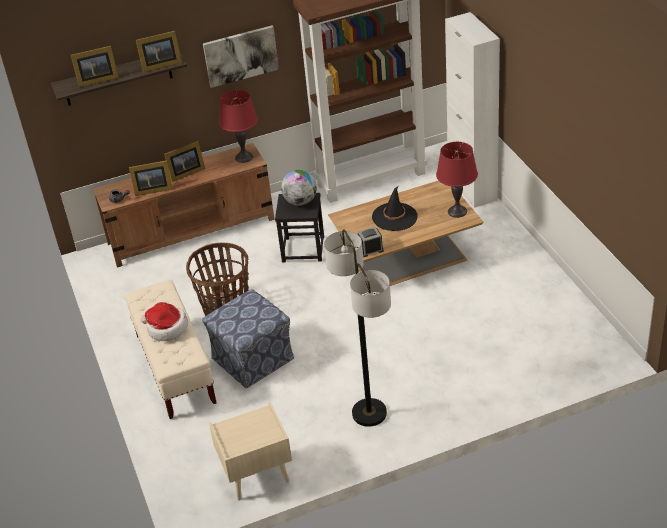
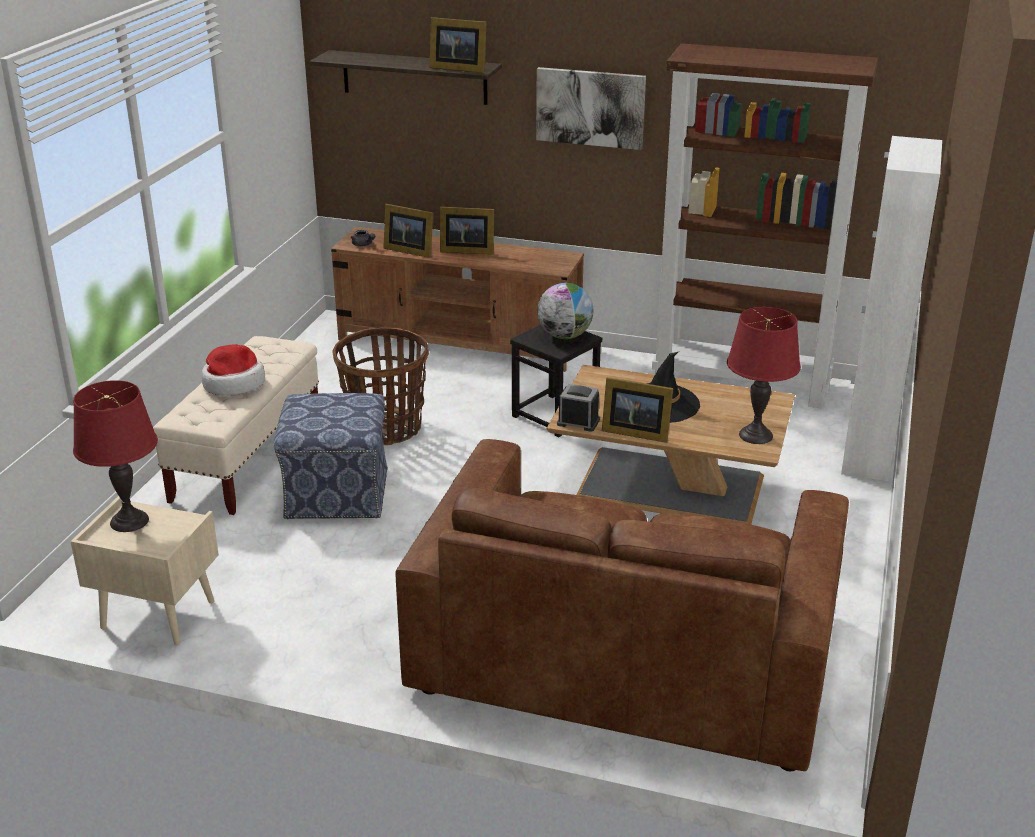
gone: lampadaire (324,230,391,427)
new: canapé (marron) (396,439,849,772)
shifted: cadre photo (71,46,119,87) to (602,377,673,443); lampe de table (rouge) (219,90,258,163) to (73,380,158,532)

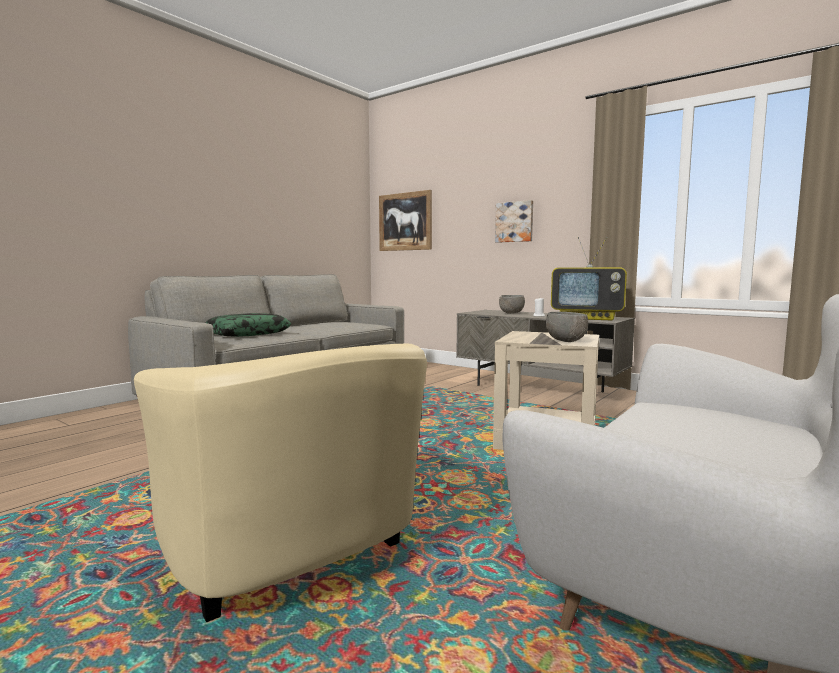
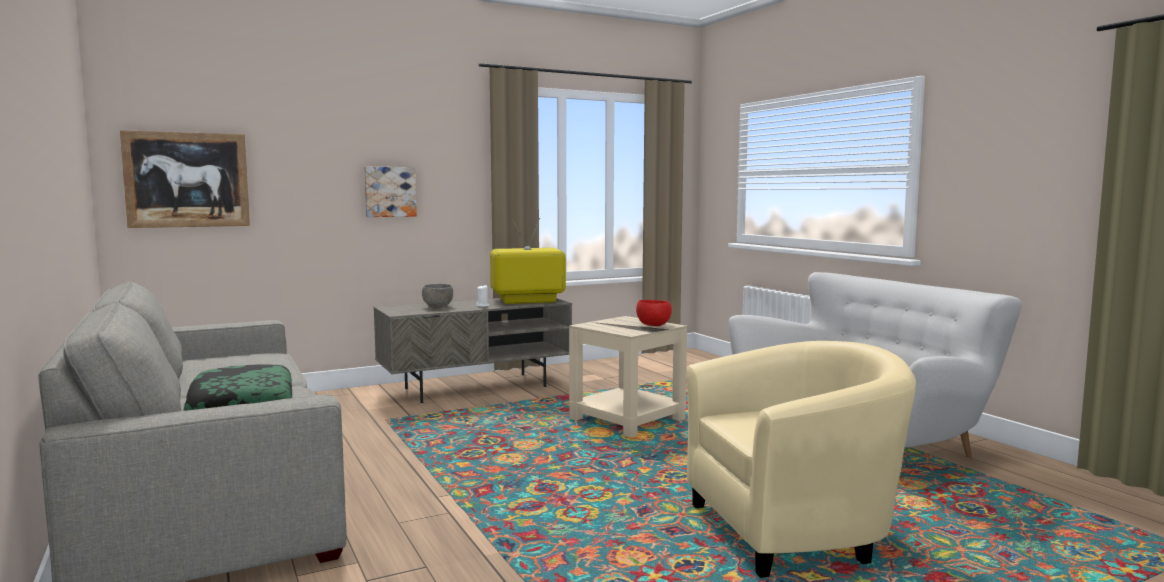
repainted: bol (gris) (546,312,588,342) to bol (rouge) (636,300,672,326)
rotated: téléviseur (551,237,627,320) = (490,218,566,304) 150 degrees counterclockwise

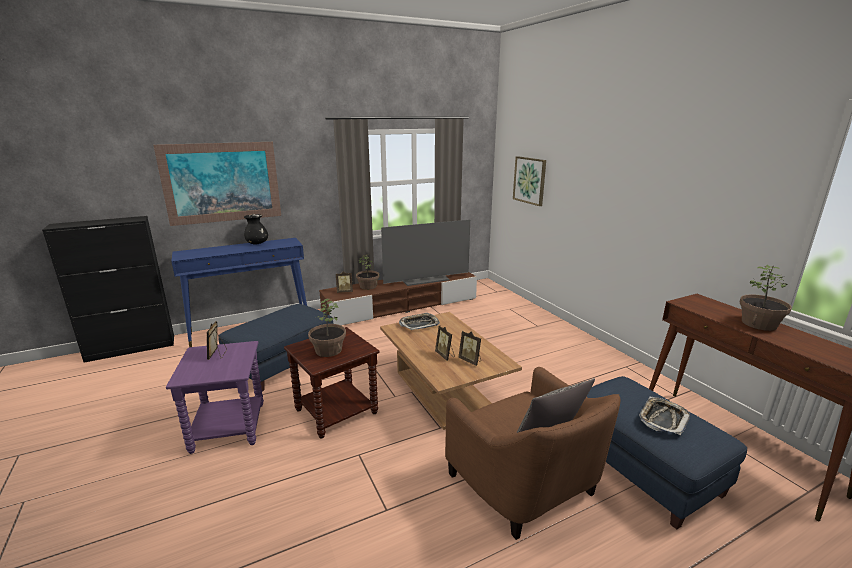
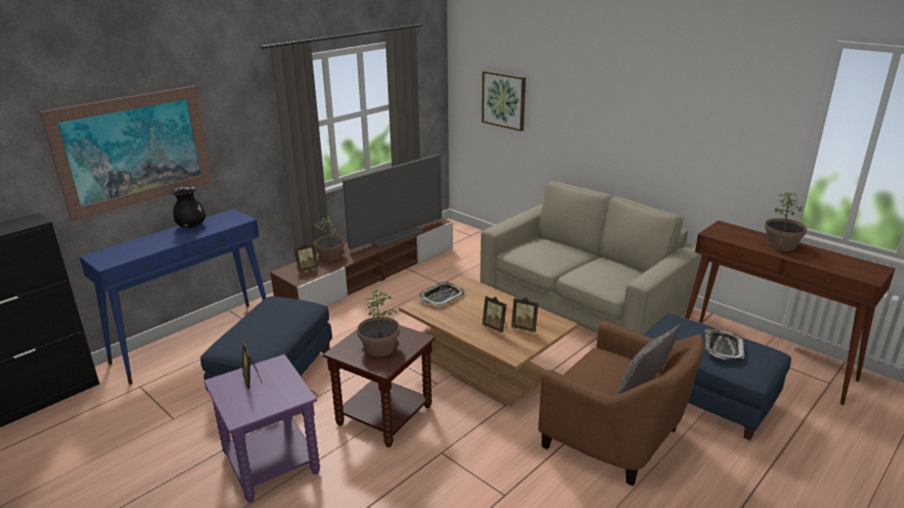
new: canapé (beige) (480,181,702,335)

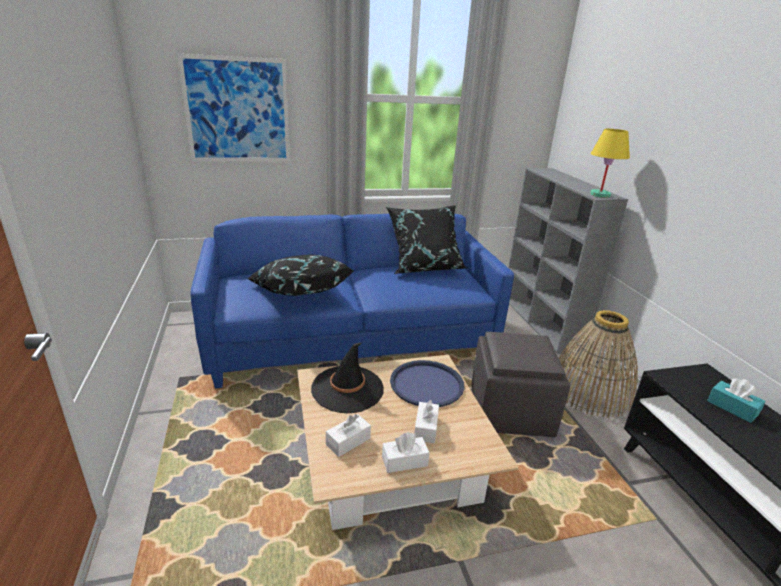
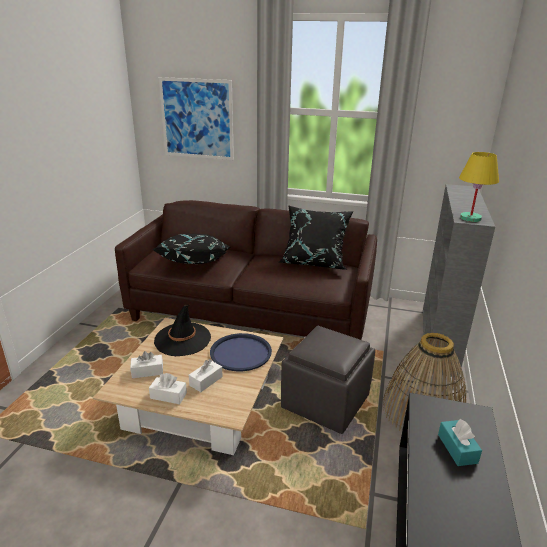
repainted: canapé (bleu) (191,214,514,388) to canapé (marron) (115,200,377,340)

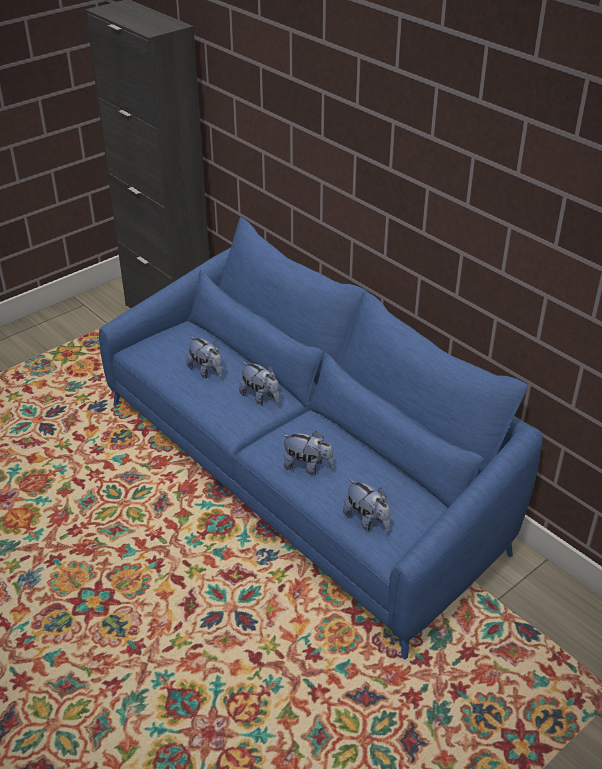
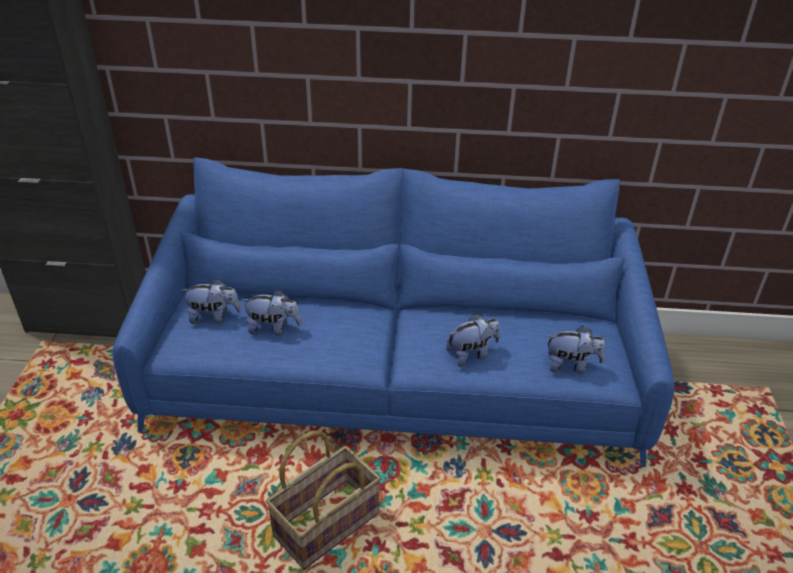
new: panier (266,430,381,569)
shifted: peluche (239,362,279,405) to (180,278,242,324)

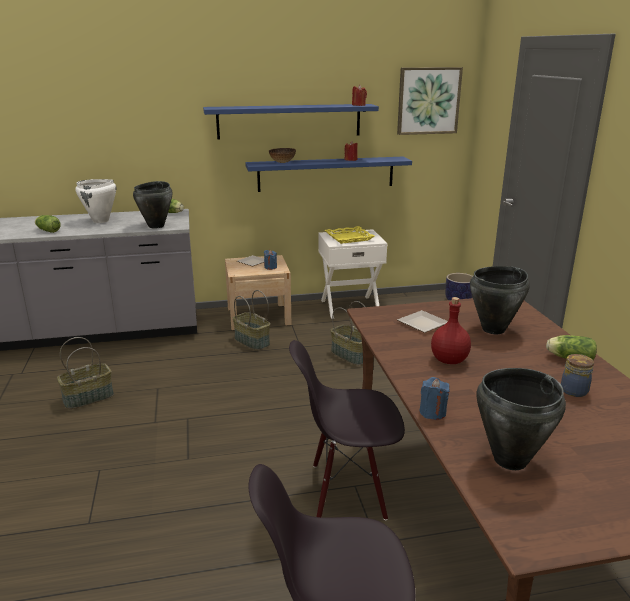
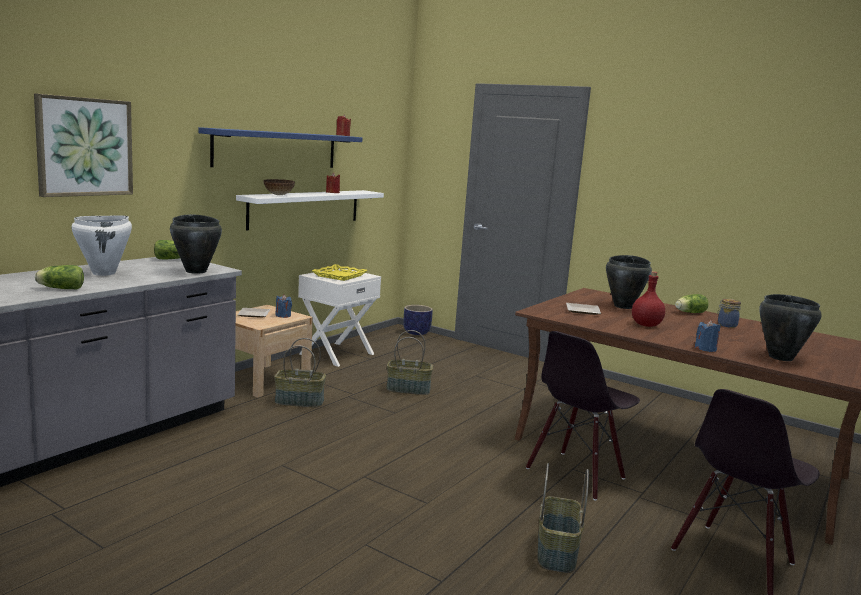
shifted: tableau (397,67,463,135) to (34,93,133,197); panier (57,337,114,409) to (538,463,589,573)
repainted: étagère (bleu) (245,157,412,192) to étagère (blanc) (236,190,384,231)

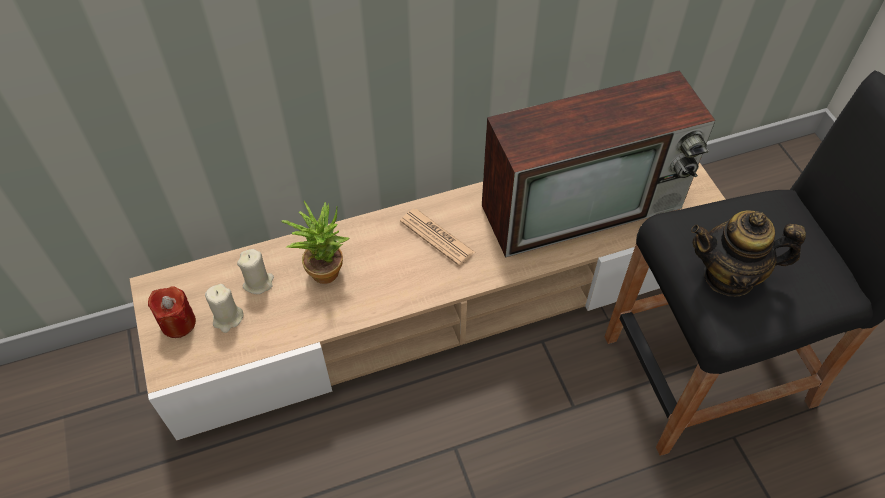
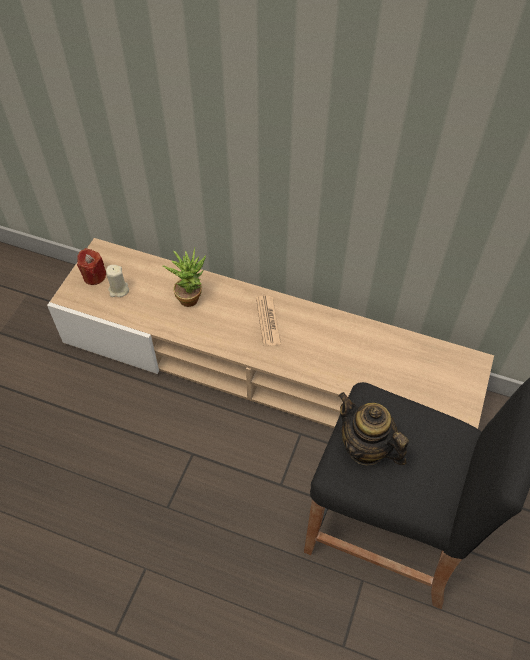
gone: téléviseur (482,70,716,258); bougie (beige) (237,249,274,294)

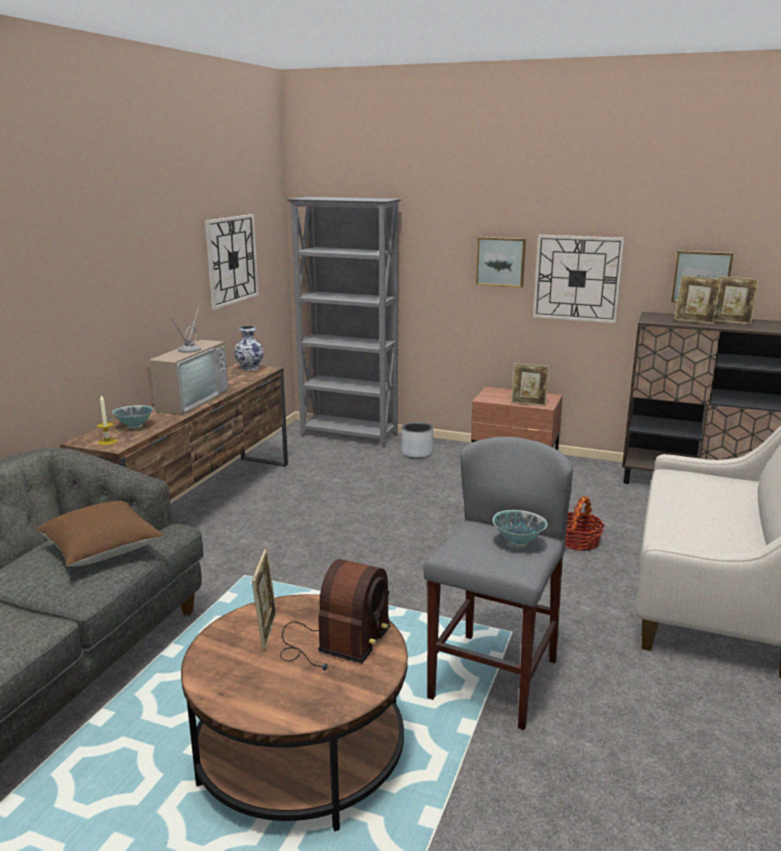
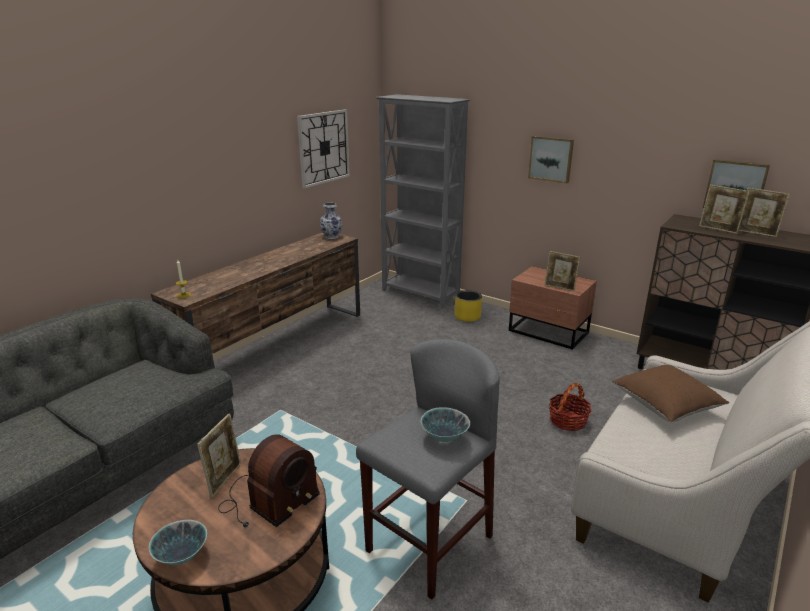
gone: horloge murale (533,235,625,323); téléviseur (147,301,229,415)
shifted: bol (112,405,153,429) to (149,520,207,565); coussin (marron) (36,501,164,567) to (612,365,729,422)
repainted: cache-pot (gris) (401,422,433,458) to cache-pot (jaune) (454,290,482,322)

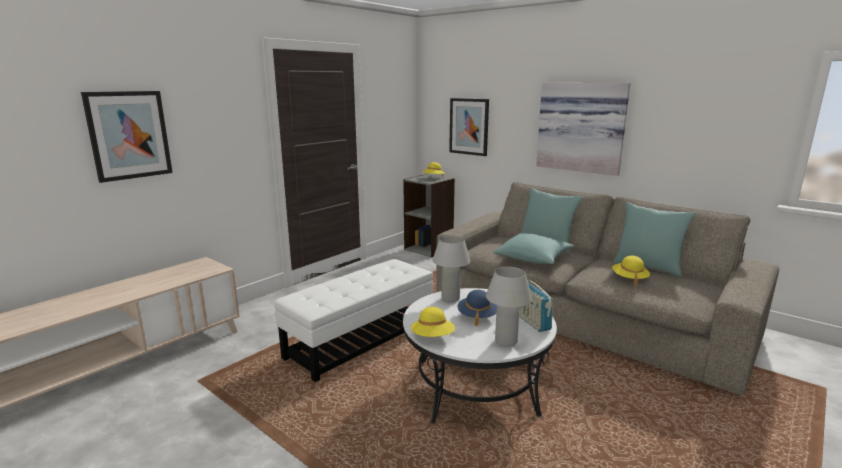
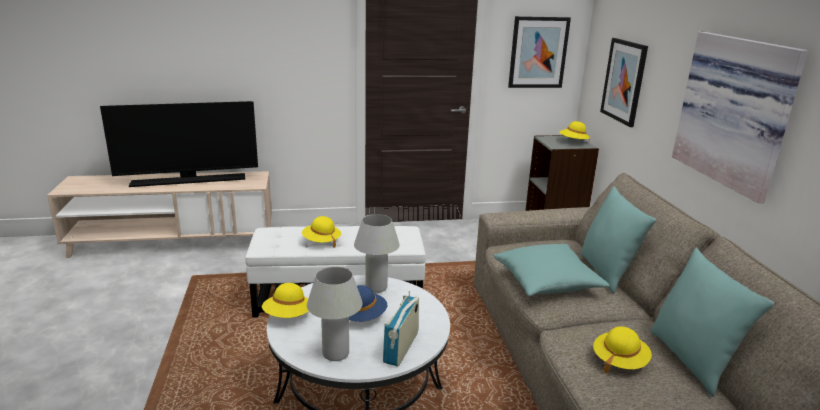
new: téléviseur (100,101,258,187); chapeau (jaune) (302,216,341,248)
shifted: tableau (81,91,173,183) to (508,16,571,88)

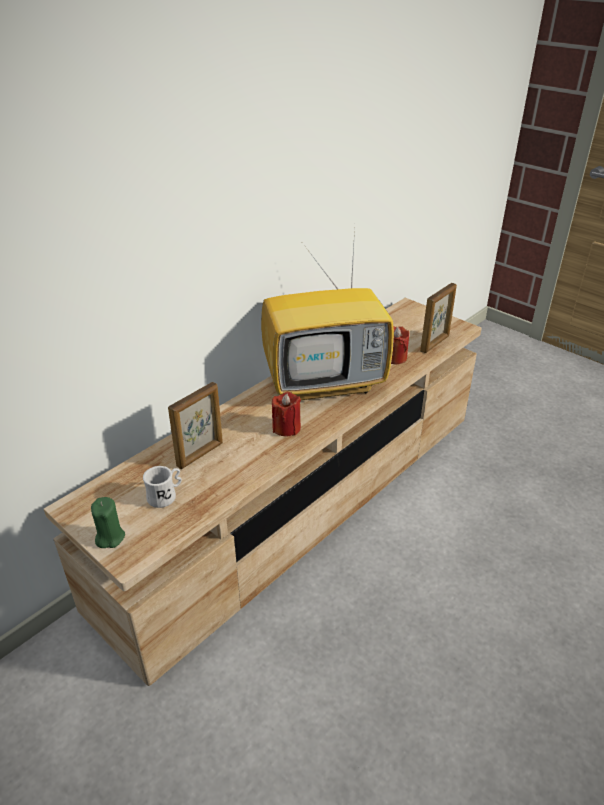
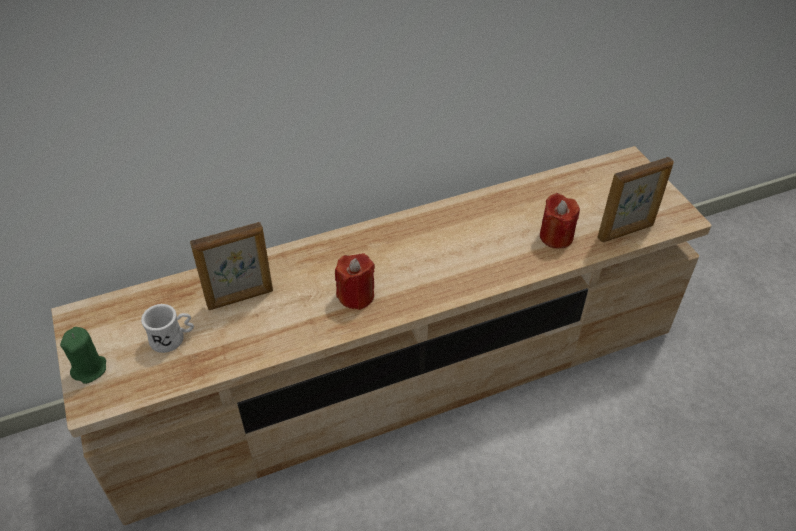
gone: téléviseur (261,229,394,400)

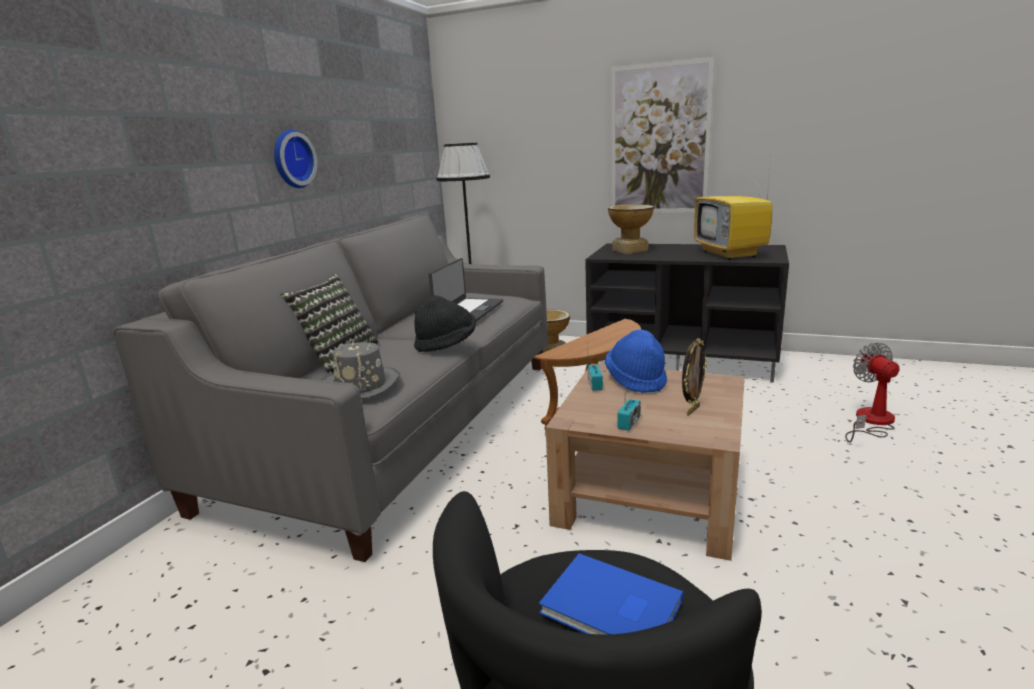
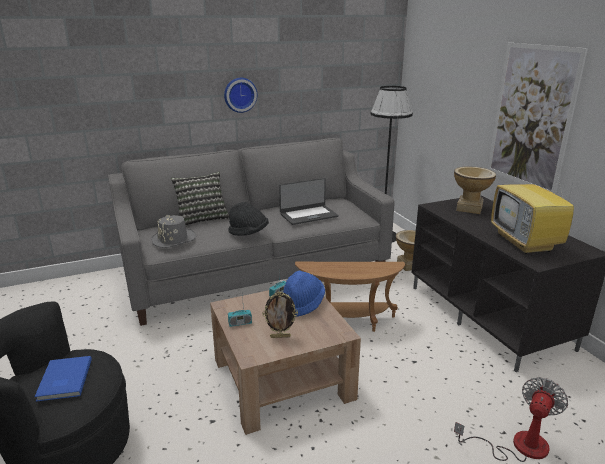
rotated: téléviseur (694,158,772,260) = (491,163,577,254) 45 degrees counterclockwise

